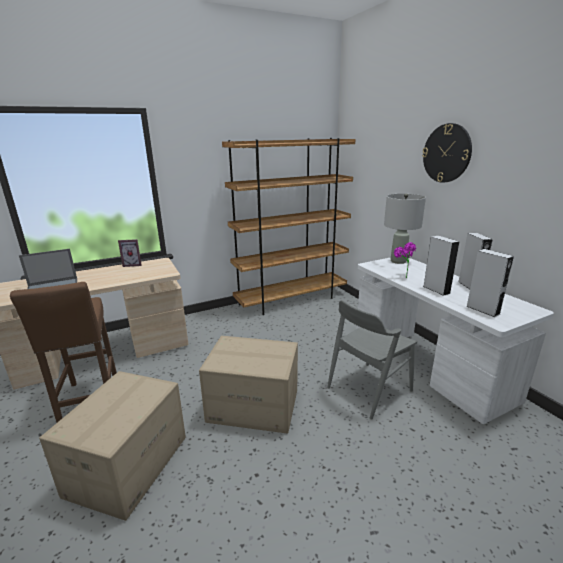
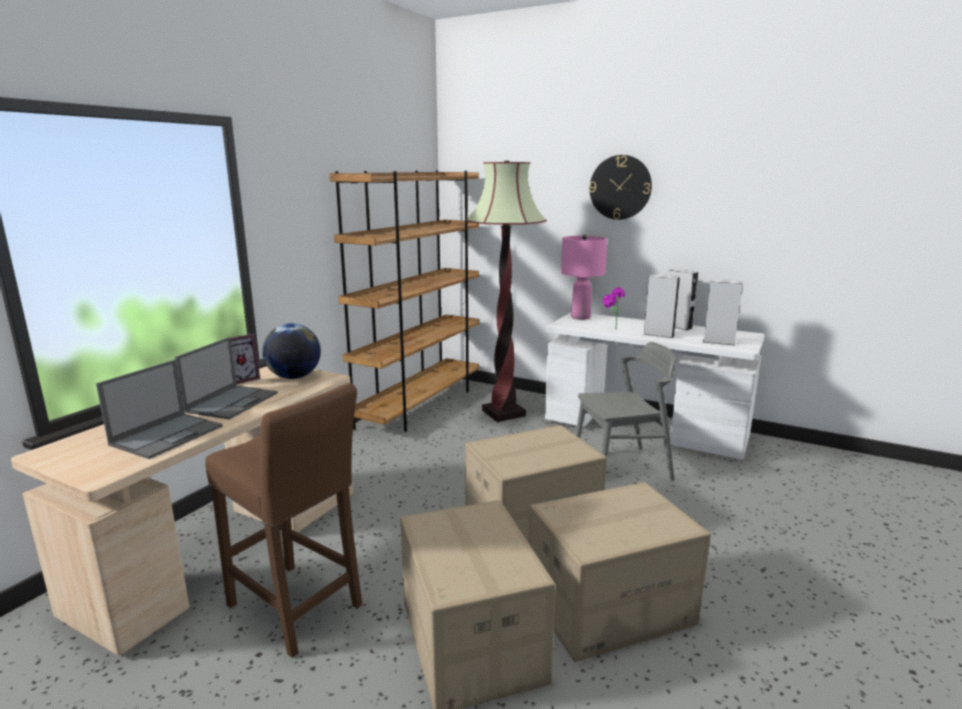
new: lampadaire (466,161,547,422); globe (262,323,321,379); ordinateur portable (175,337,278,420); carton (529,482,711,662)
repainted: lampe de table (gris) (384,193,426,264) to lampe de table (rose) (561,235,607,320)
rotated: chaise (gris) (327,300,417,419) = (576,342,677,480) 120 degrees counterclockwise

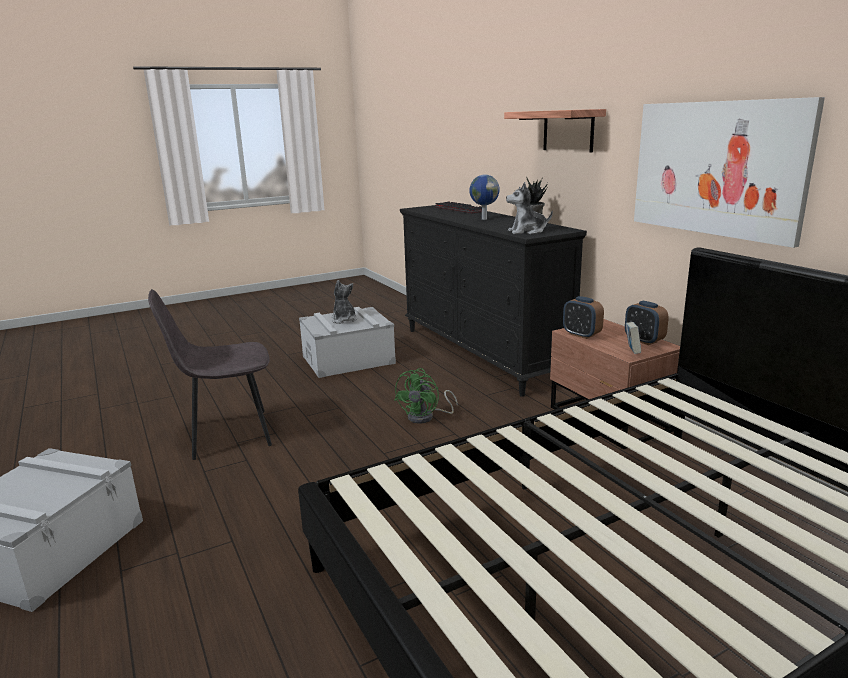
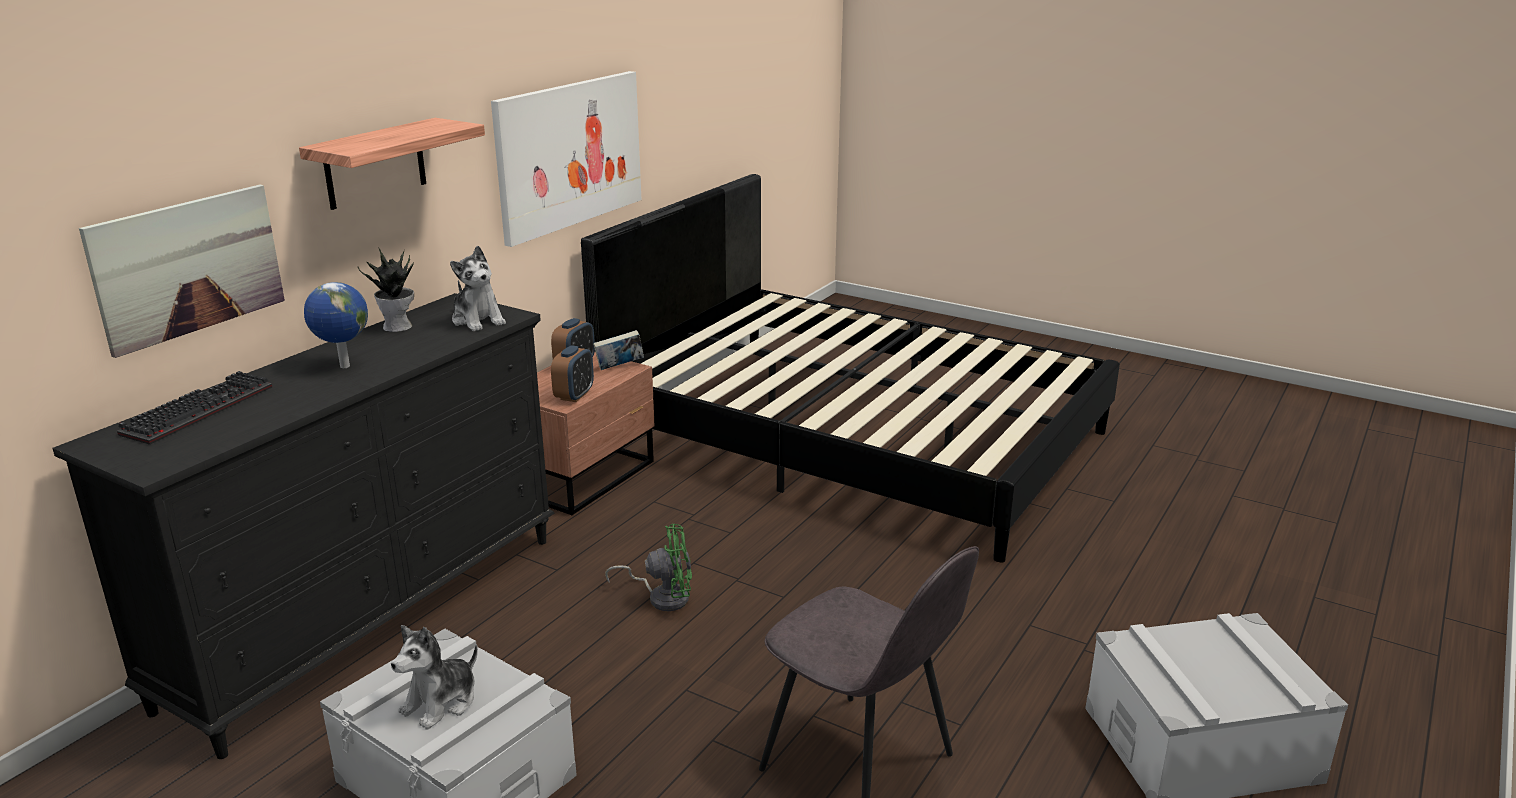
new: tableau (79,184,285,358)

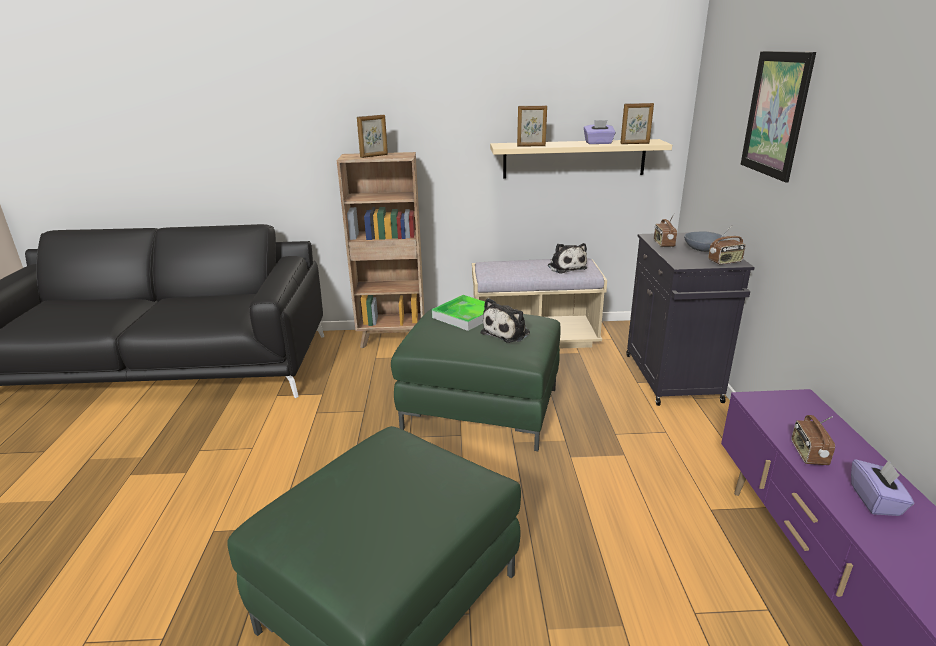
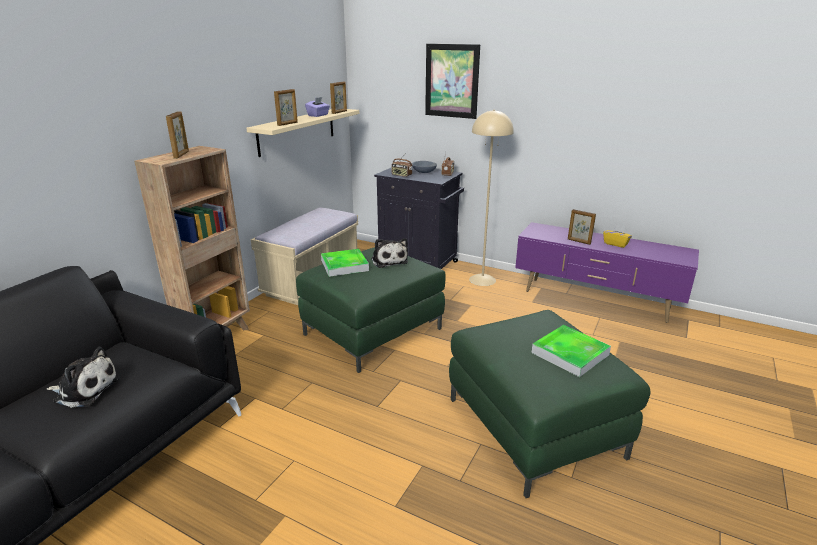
new: lampadaire (beige) (469,109,514,286); plateau (532,325,611,377)
shifted: peluche (547,243,587,274) to (47,347,120,408)
swapped: radio (791,415,835,465) to cadre photo (568,209,596,245)
repainted: boîte à mouchoirs (violet) (851,459,914,516) to boîte à mouchoirs (jaune) (603,225,632,248)

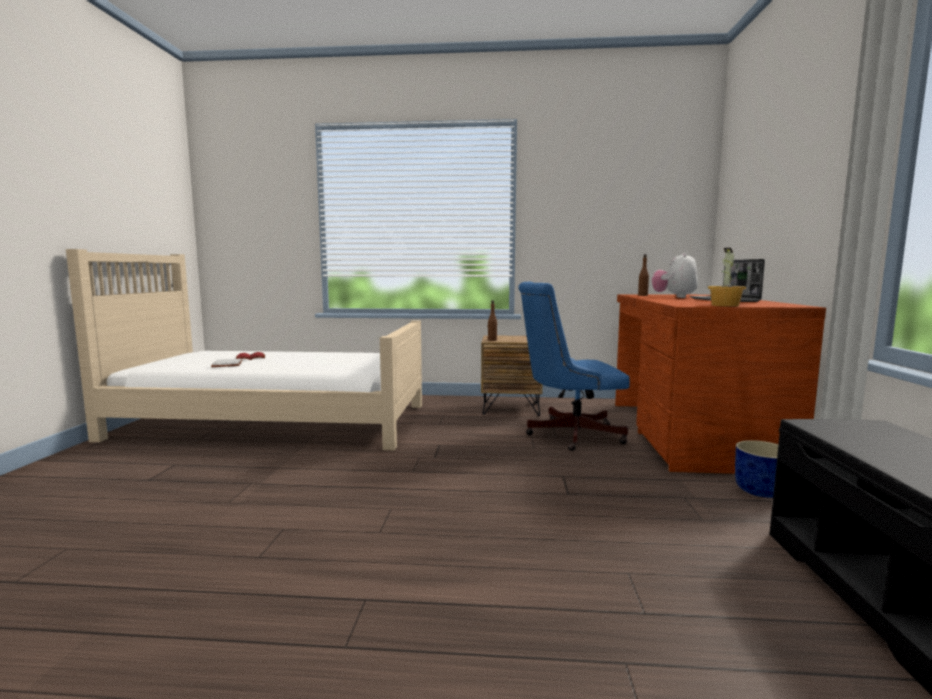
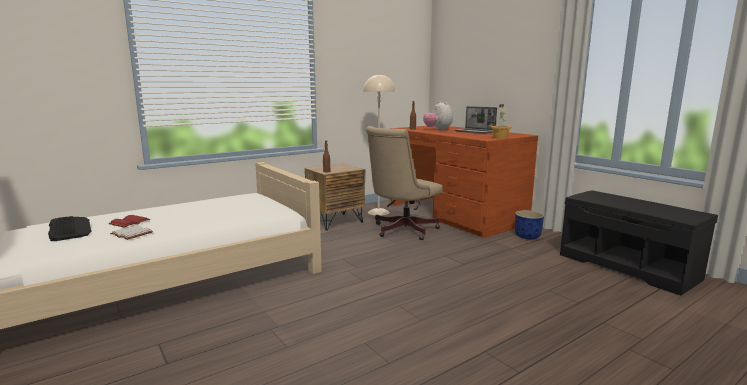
new: lampadaire (beige) (363,74,395,216); clavier (48,216,92,241)
repainted: chaise de bureau (bleu) (518,281,630,451) to chaise de bureau (beige) (366,126,443,240)

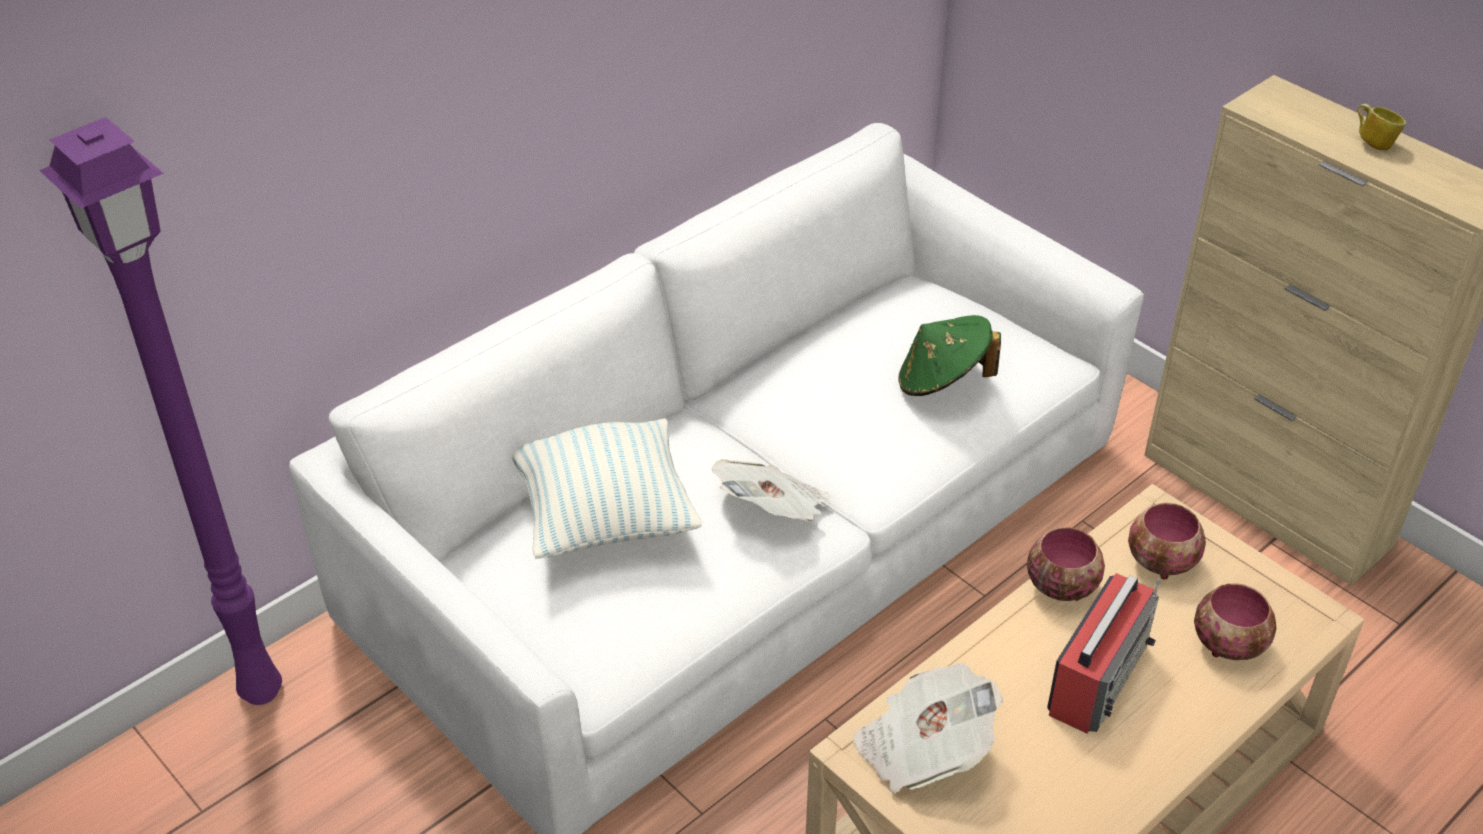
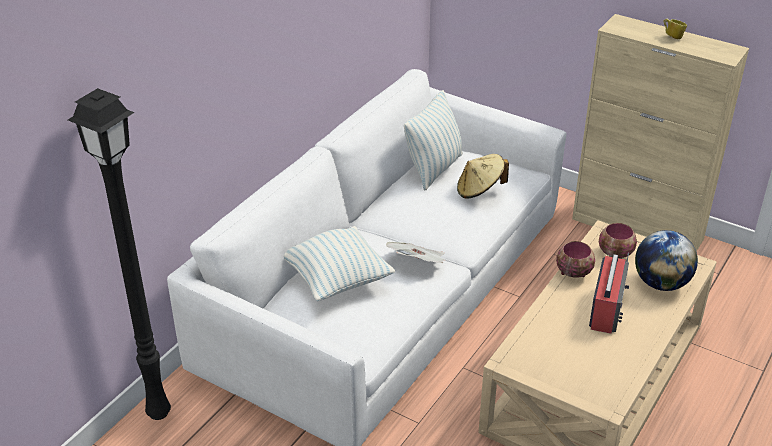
gone: journal (853,663,1003,793)
new: coussin (404,90,463,191)
swapped: bol (1194,583,1276,660) to globe (635,230,698,291)
repainted: lampadaire (violet) (39,117,282,705) to lampadaire (noir) (68,88,171,420); chapeau (vert) (898,315,1001,396) to chapeau (beige) (457,154,509,199)

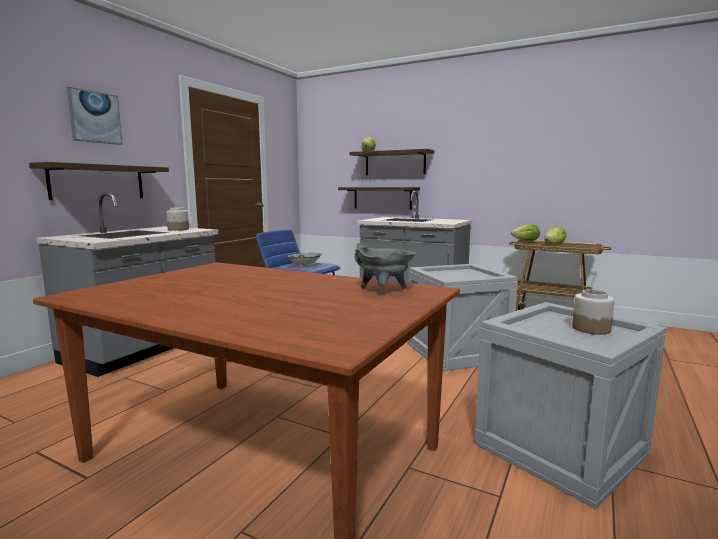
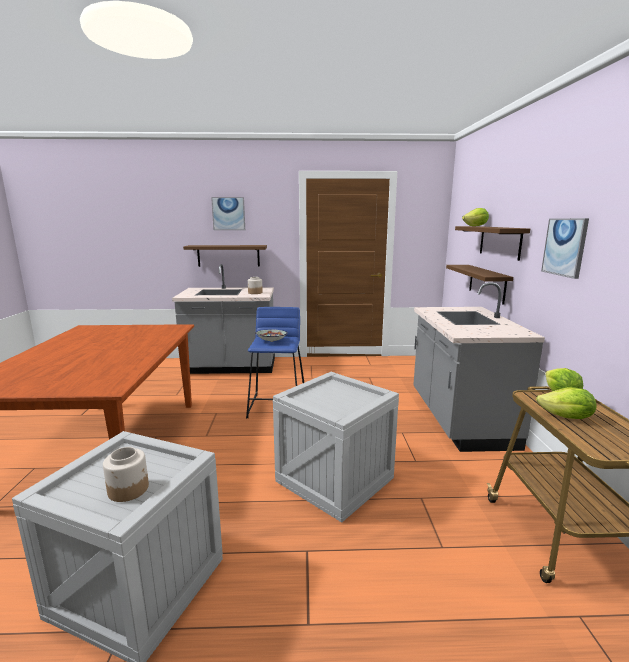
gone: marmite (gris) (354,243,416,289)
new: tableau (541,218,589,279)

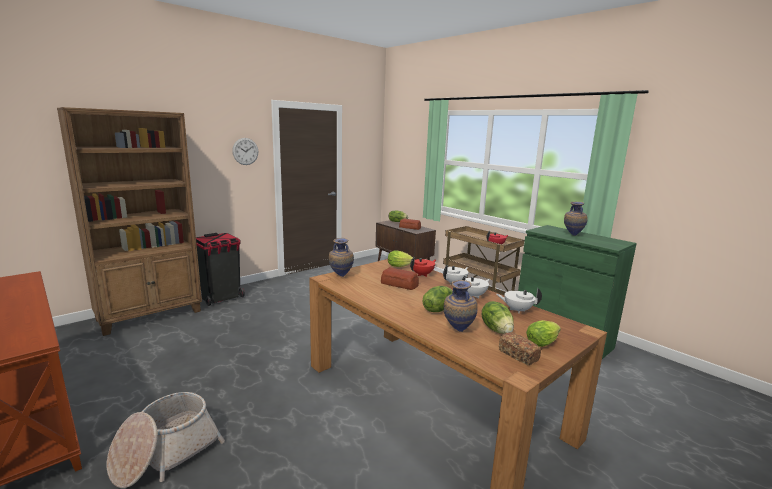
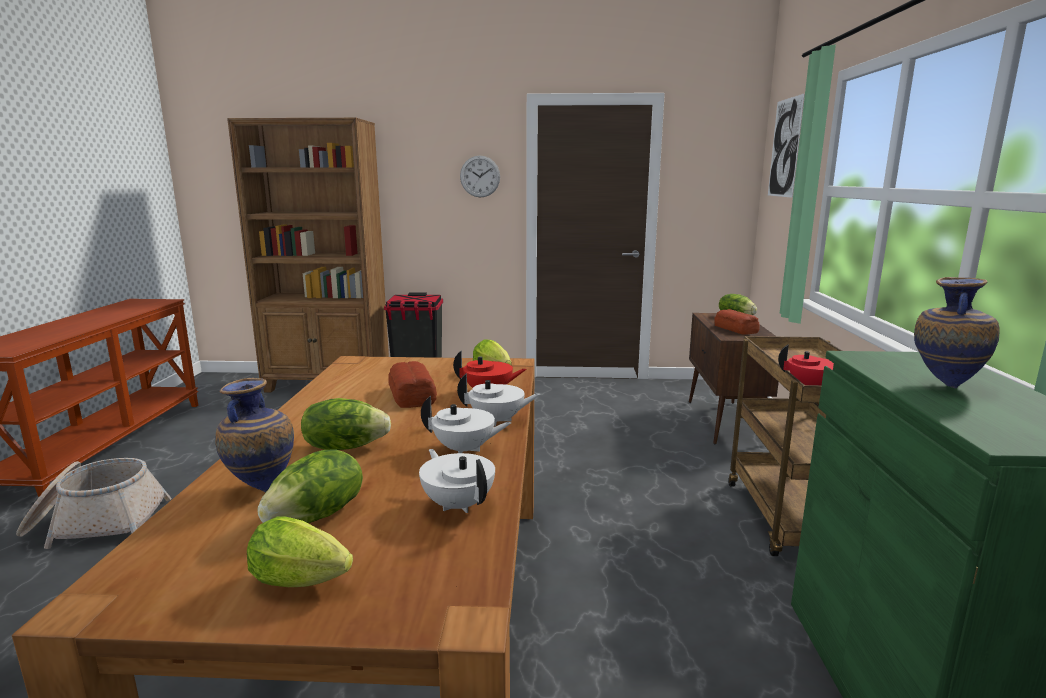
gone: vase (329,238,354,277); pain (499,332,541,365)
new: tableau (768,93,805,198)

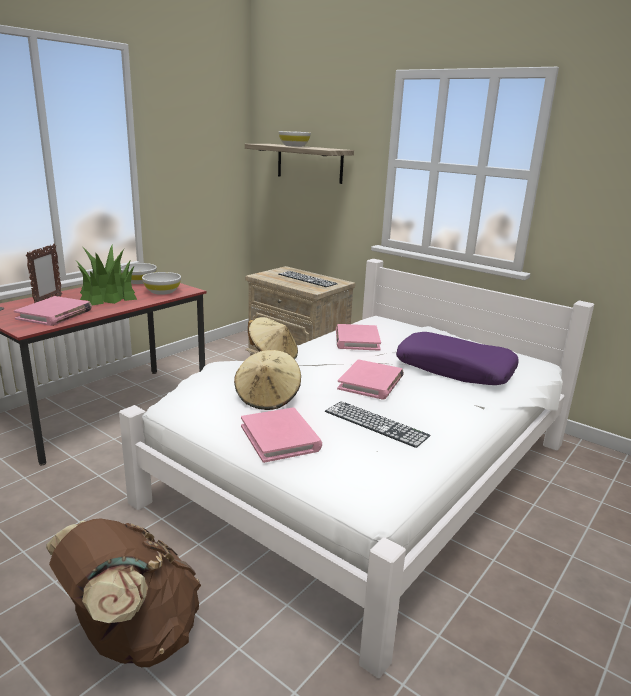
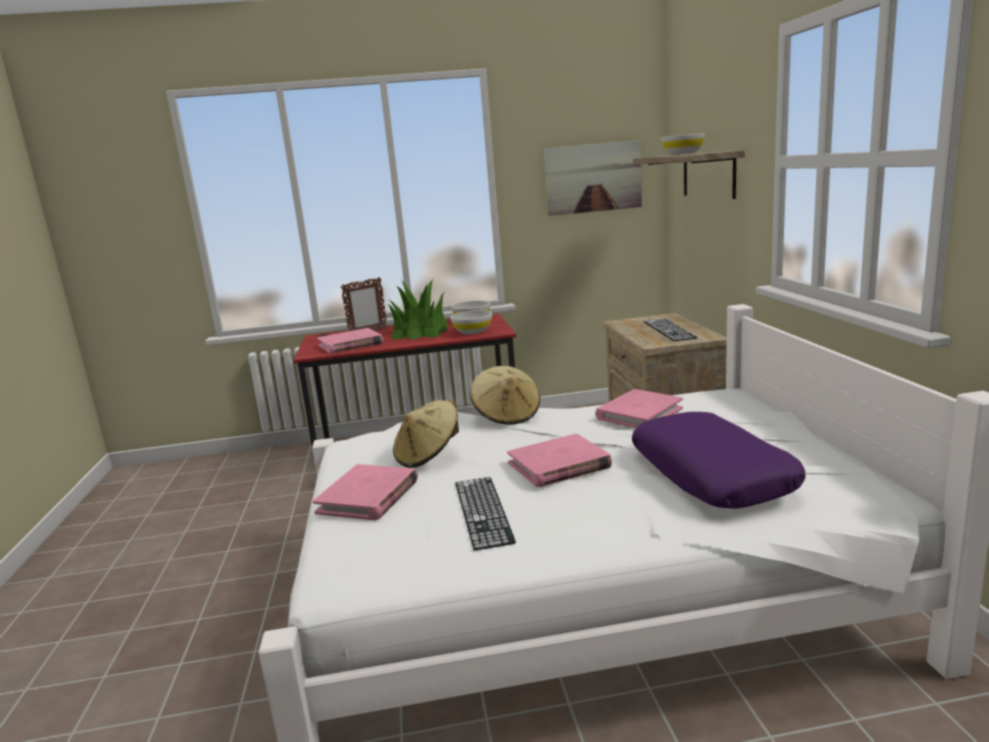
gone: sac à dos (marron) (46,518,201,667)
new: tableau (544,140,642,216)

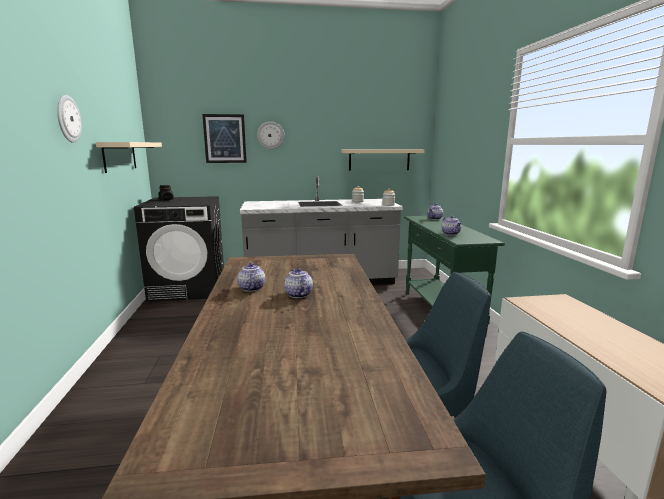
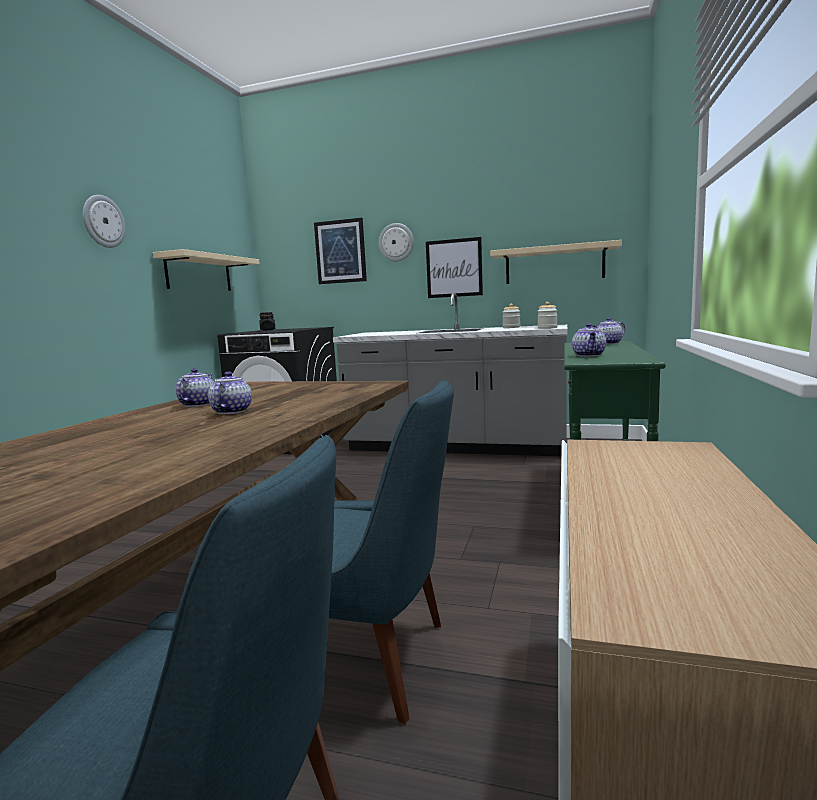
new: tableau (426,237,483,298)

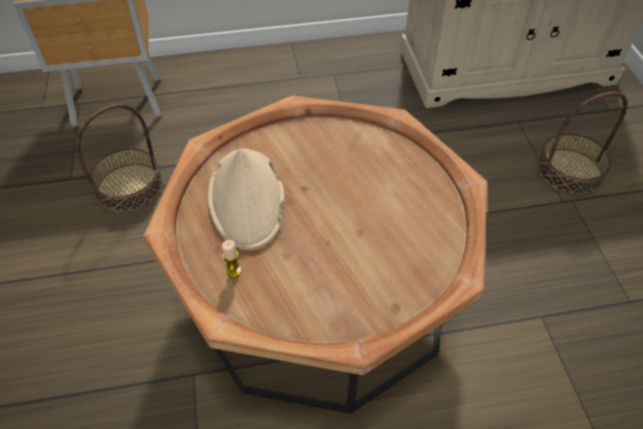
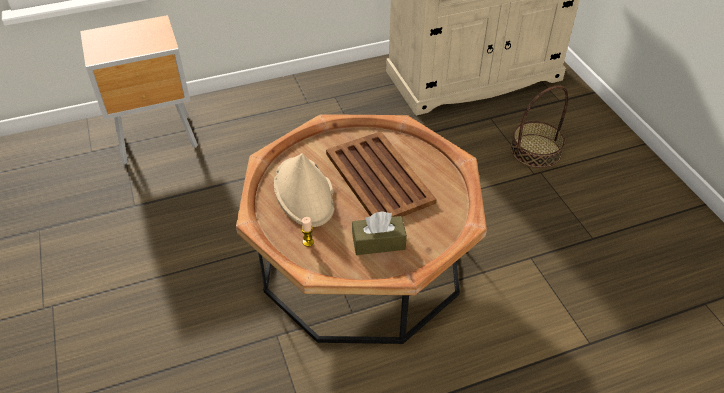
gone: panier (76,104,163,212)
new: plateau (marron) (326,131,436,217); boîte à mouchoirs (marron) (352,211,407,255)

